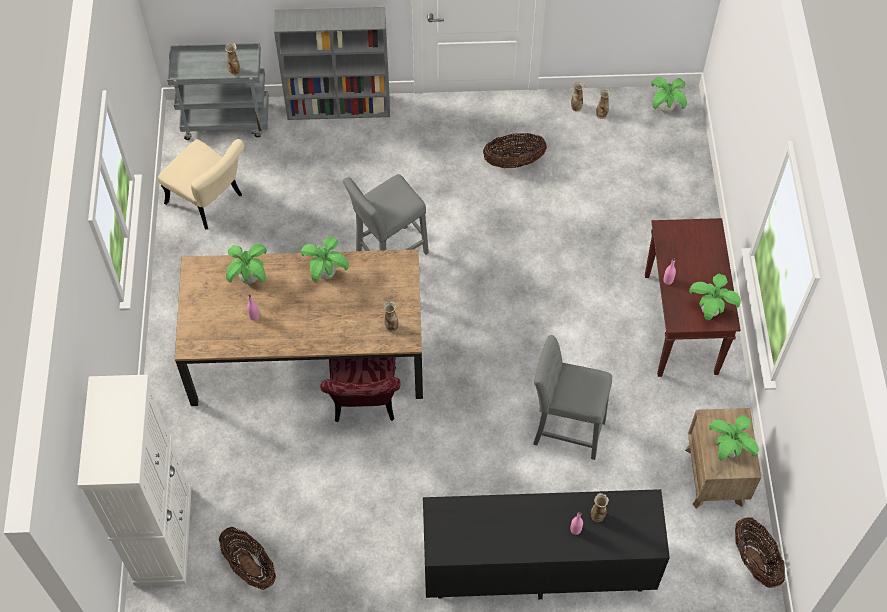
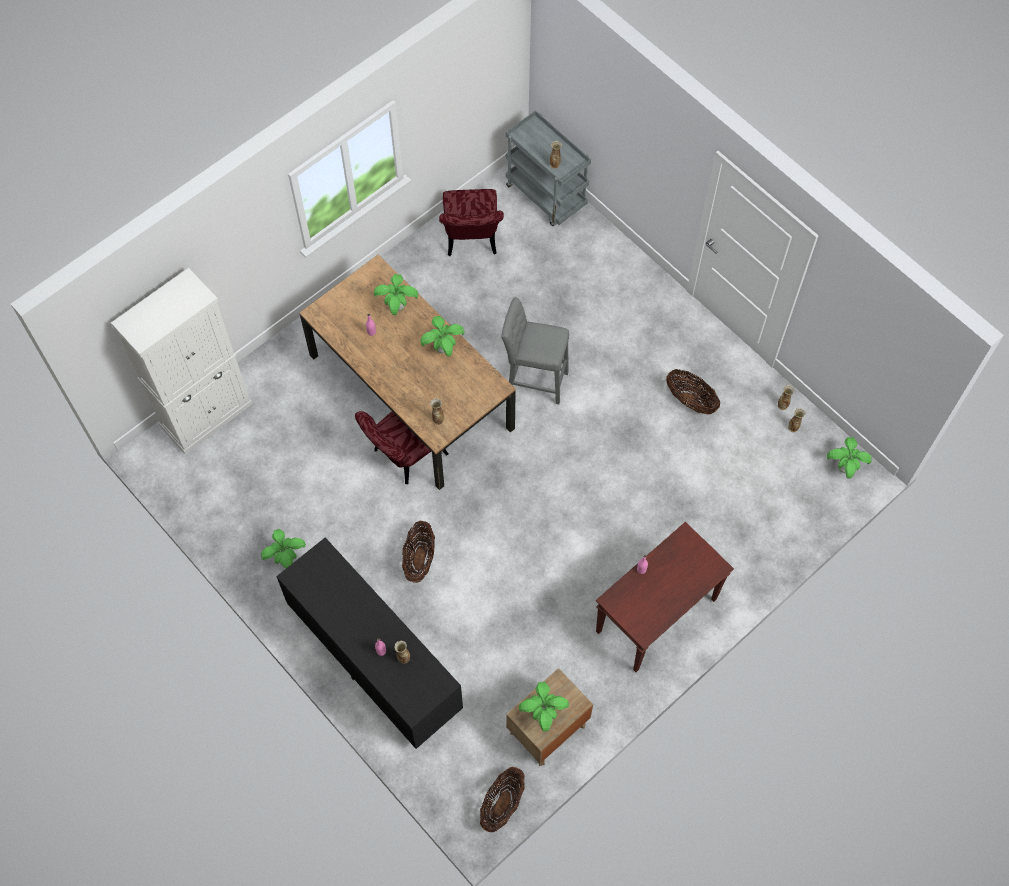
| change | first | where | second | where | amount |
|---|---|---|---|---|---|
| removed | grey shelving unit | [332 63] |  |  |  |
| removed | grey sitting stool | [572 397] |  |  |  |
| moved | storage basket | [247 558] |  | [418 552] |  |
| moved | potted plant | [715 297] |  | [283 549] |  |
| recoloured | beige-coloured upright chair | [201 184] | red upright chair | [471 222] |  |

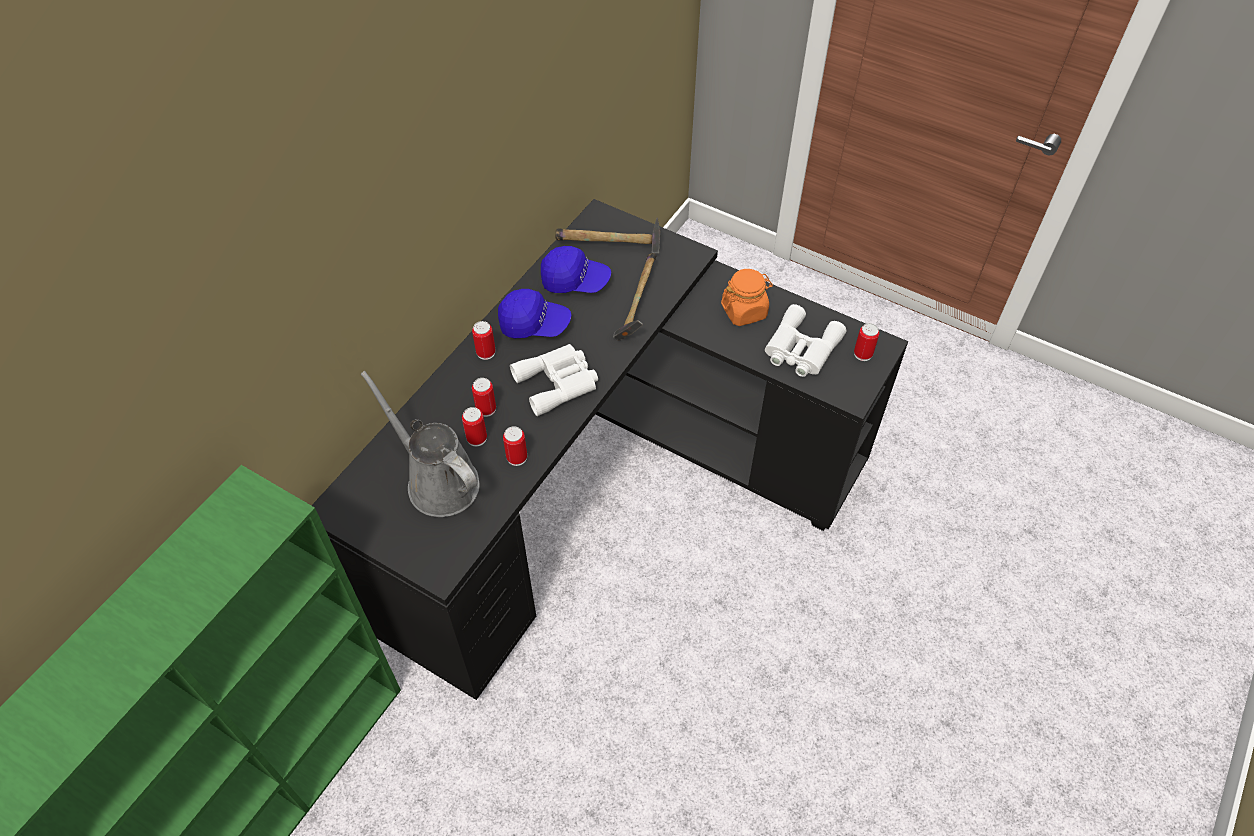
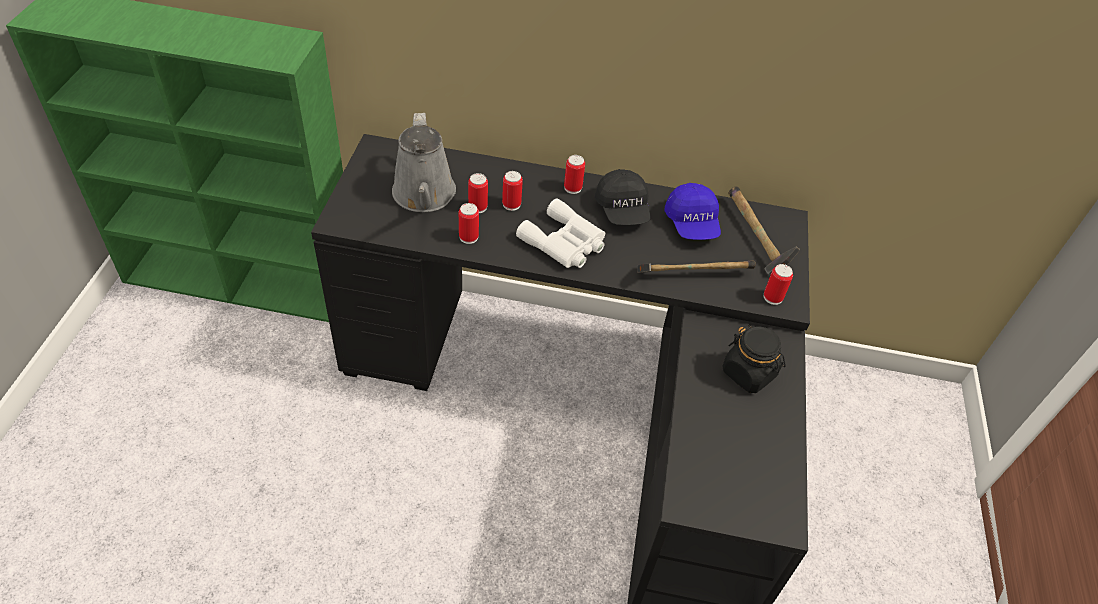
| change | first | where | second | where | amount |
|---|---|---|---|---|---|
| removed | whitish pair of binoculars | [805 340] |  |  |  |
| moved | metal can | [866 342] |  | [778 284] |  |
| recoloured | blue peaked cap | [534 314] | blackish peaked cap | [622 197] |  |
| recoloured | orangey preserve jar | [747 297] | blackish preserve jar | [754 359] |  |
| turned | grey watering can | [420 444] |  | [424 162] | 150 degrees clockwise |

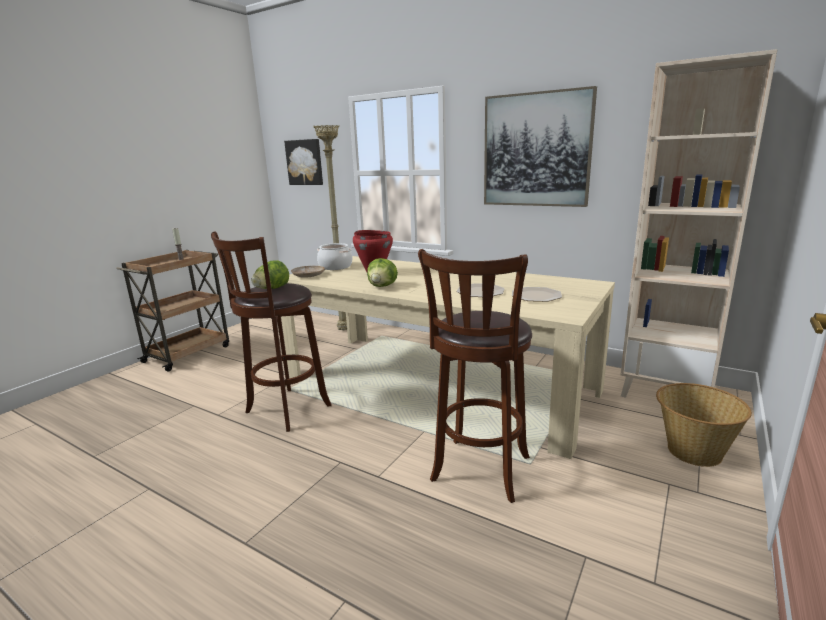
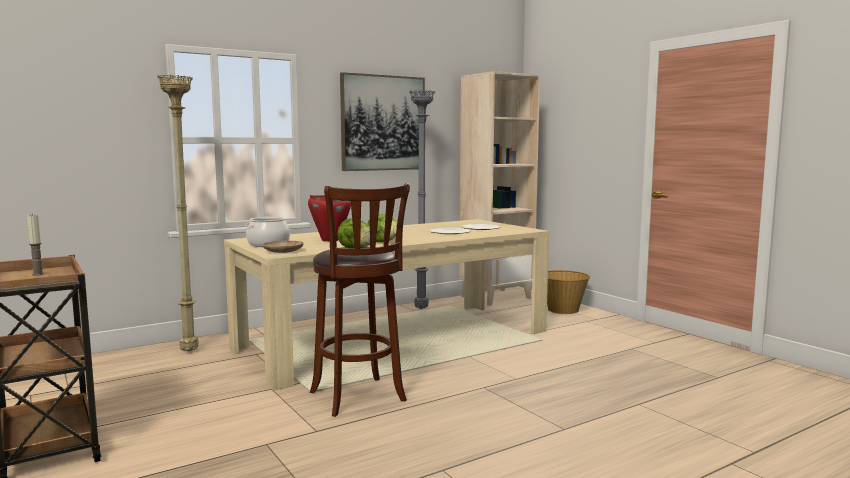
| change | first | where | second | where | amount |
|---|---|---|---|---|---|
| removed | wall picture | [303 162] |  |  |  |
| removed | brown-coloured sitting stool | [475 376] |  |  |  |
| added |  |  | grey standing lamp | [422 199] |  |

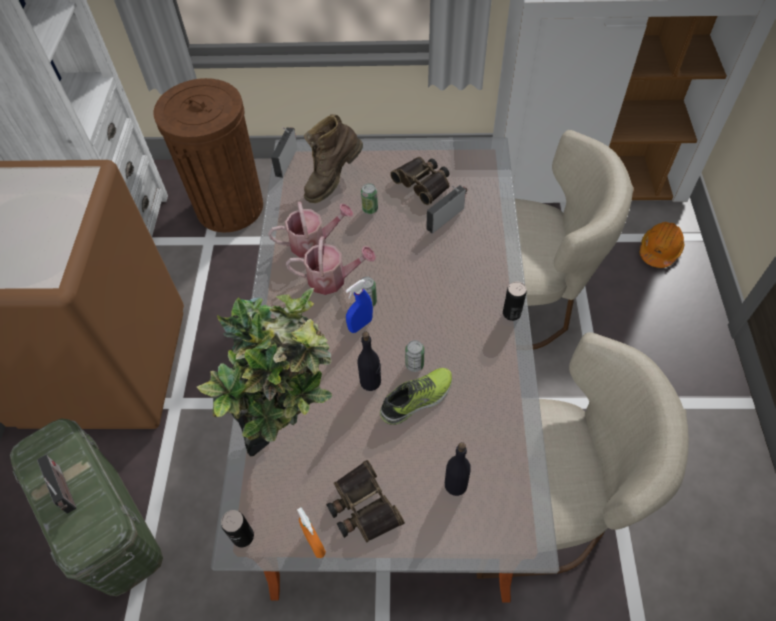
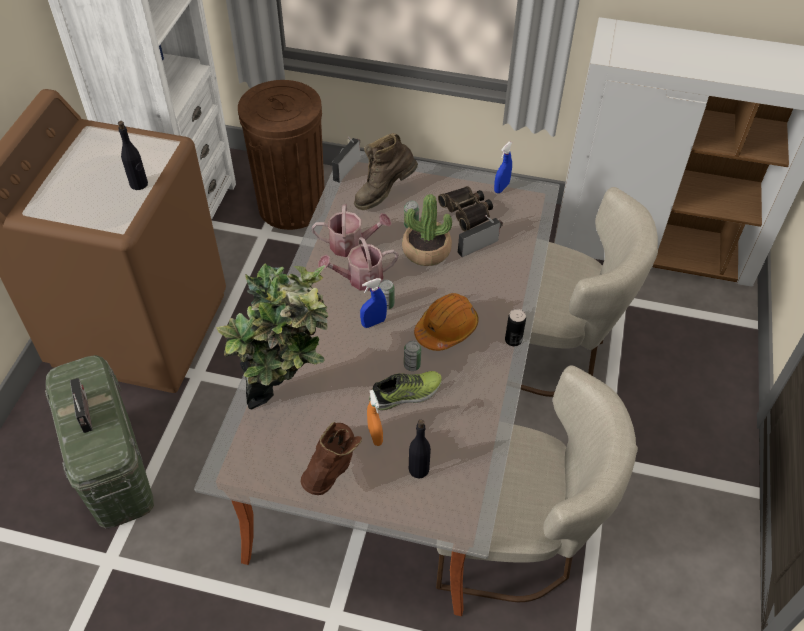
| change | first | where | second | where | amount |
|---|---|---|---|---|---|
| removed | metal can | [237 528] |  |  |  |
| added |  |  | potted plant | [427 230] |  |
| added |  |  | blue sprayer | [503 167] |  |
| moved | orangey sprayer | [311 532] |  | [375 418] |  |
| moved | blackish beverage bottle | [369 361] |  | [133 155] |  |
| moved | orangey work helmet | [662 245] |  | [446 322] |  |
| replaced | pair of binoculars | [365 501] | brown-coloured tall boot | [331 458] |  |
| turned | watering can | [331 266] |  | [358 264] | 150 degrees clockwise |

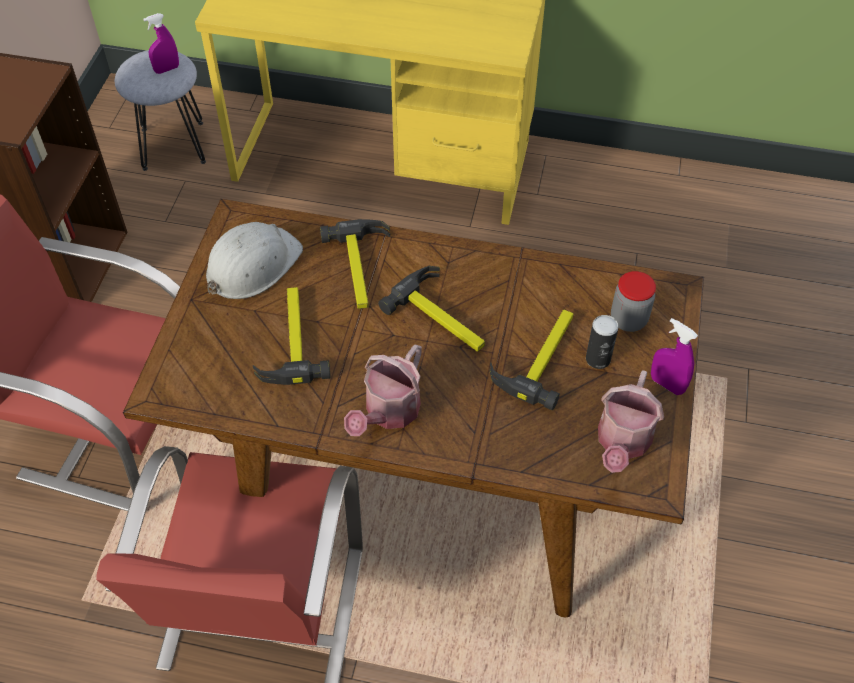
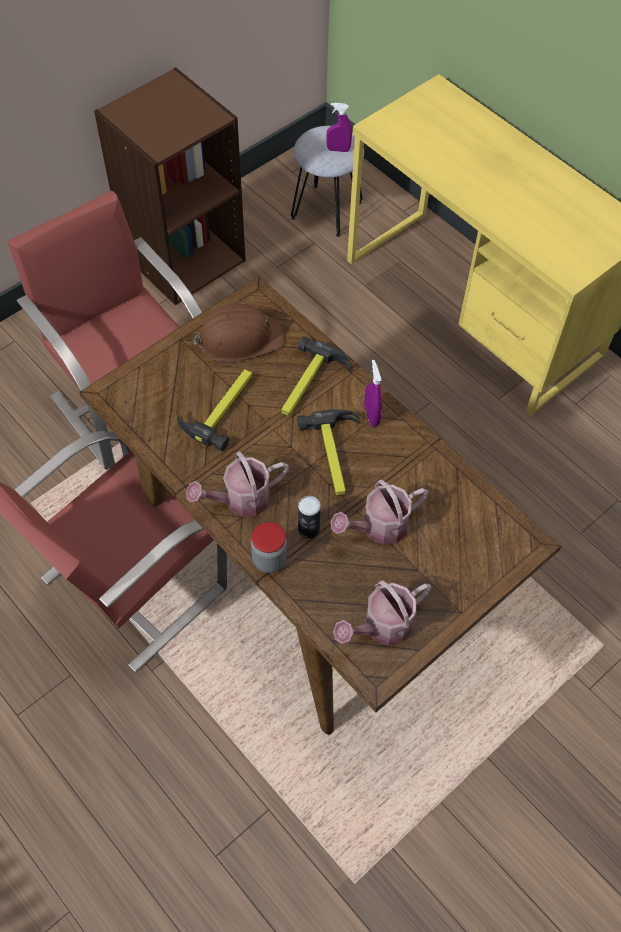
| change | first | where | second | where | amount |
|---|---|---|---|---|---|
| moved | metal can | [602 342] |  | [309 517] |  |
| moved | preserve jar | [633 301] |  | [269 547] |  |
| moved | purplish sprayer | [674 356] |  | [373 393] |  |
| replaced | hand hammer | [531 360] | watering can | [379 512] |  |
| recoloured | whitish work helmet | [254 260] | brown-coloured work helmet | [238 333] |  |

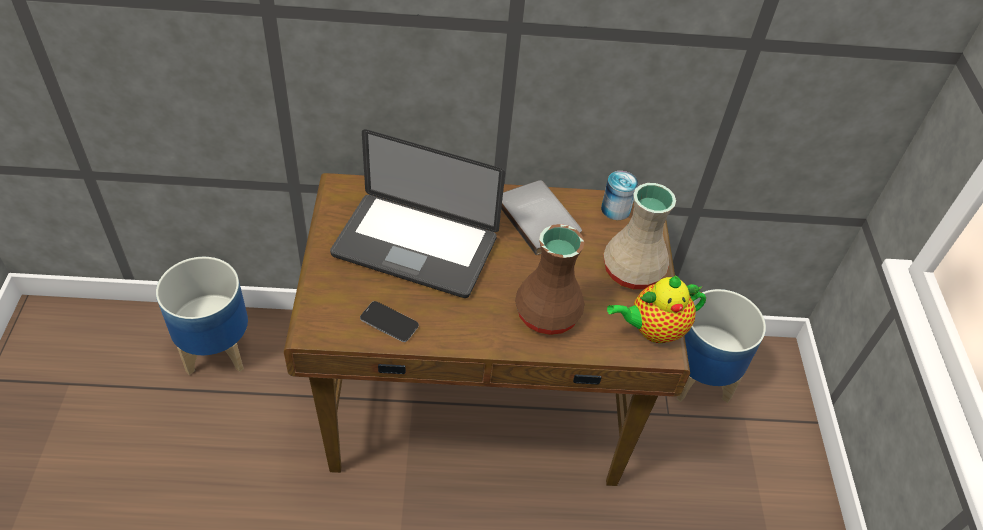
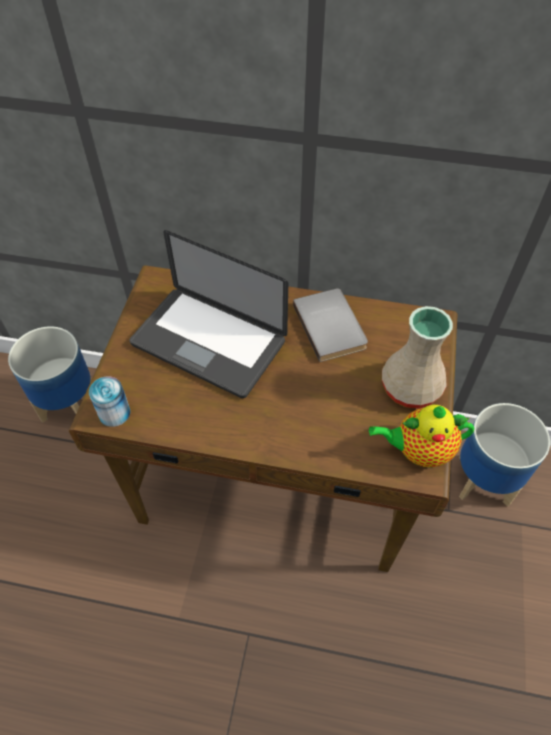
| change | first | where | second | where | amount |
|---|---|---|---|---|---|
| removed | handset | [389 321] |  |  |  |
| removed | brown-coloured decorative vase | [550 279] |  |  |  |
| moved | metal can | [619 195] |  | [109 401] |  |

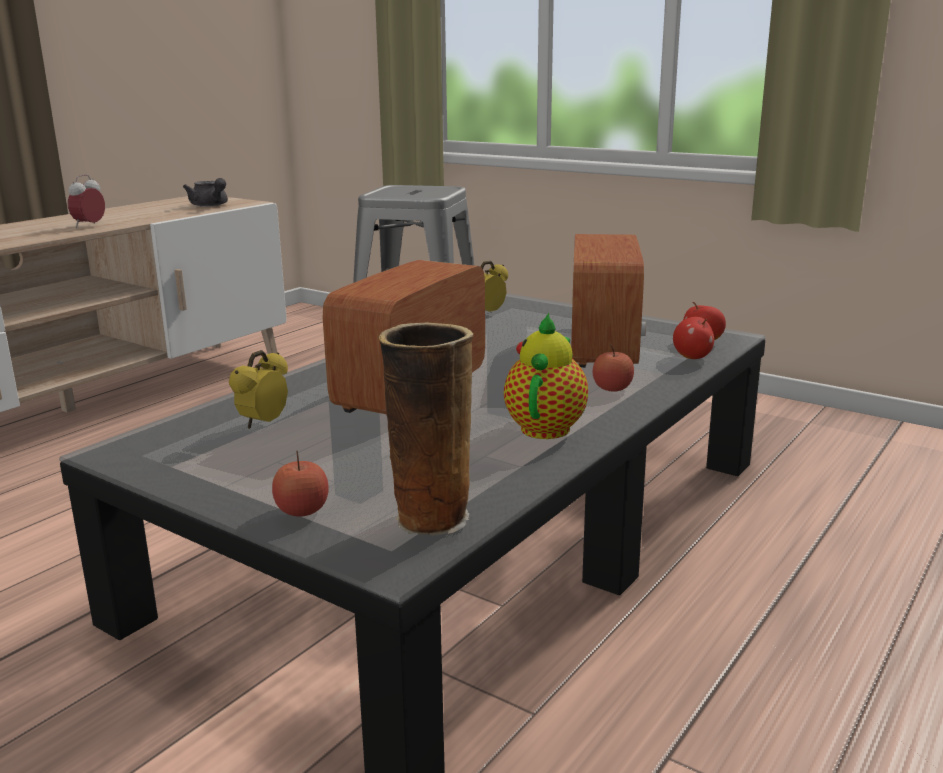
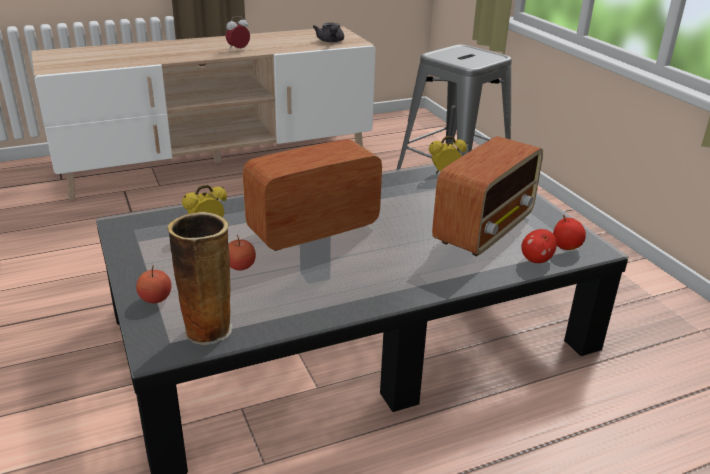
| change | first | where | second | where | amount |
|---|---|---|---|---|---|
| removed | pot for tea | [546 376] |  |  |  |
| moved | apple fruit | [613 368] |  | [242 252] |  |

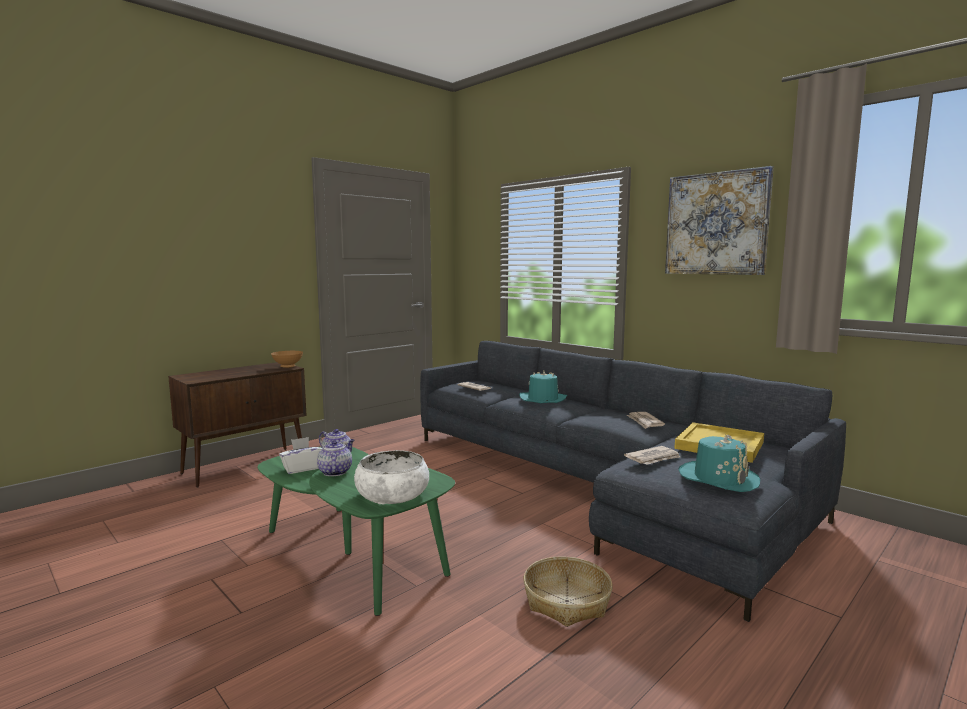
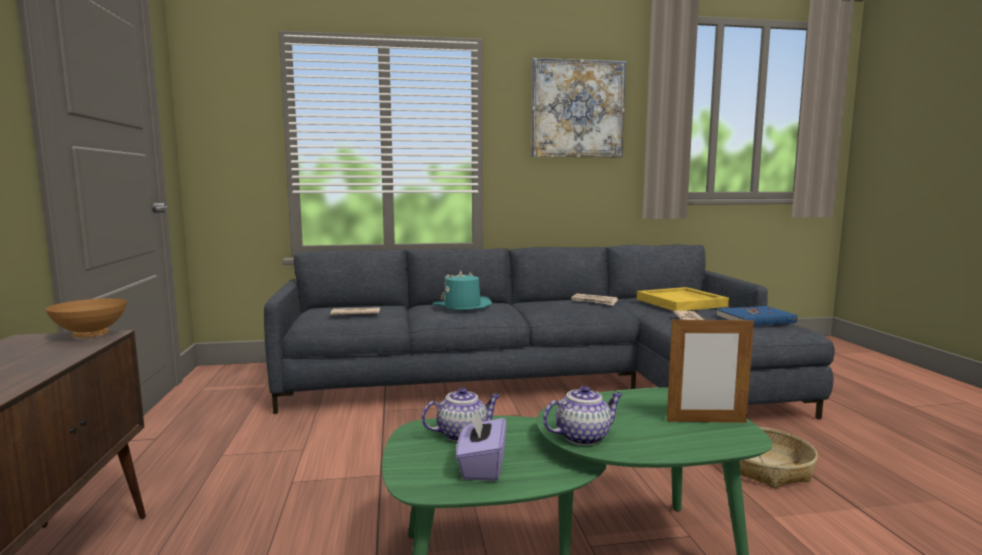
| change | first | where | second | where | amount |
|---|---|---|---|---|---|
| replaced | whitish deep dish | [391 477] | photo frame | [710 369] |  |
| replaced | turquoise wearable hat | [719 463] | blue book | [757 316] |  |
| recoloured | whitish box of tissues | [301 455] | purplish box of tissues | [481 444] |  |
| turned | pot for tea | [334 458] |  | [583 415] | 135 degrees clockwise |

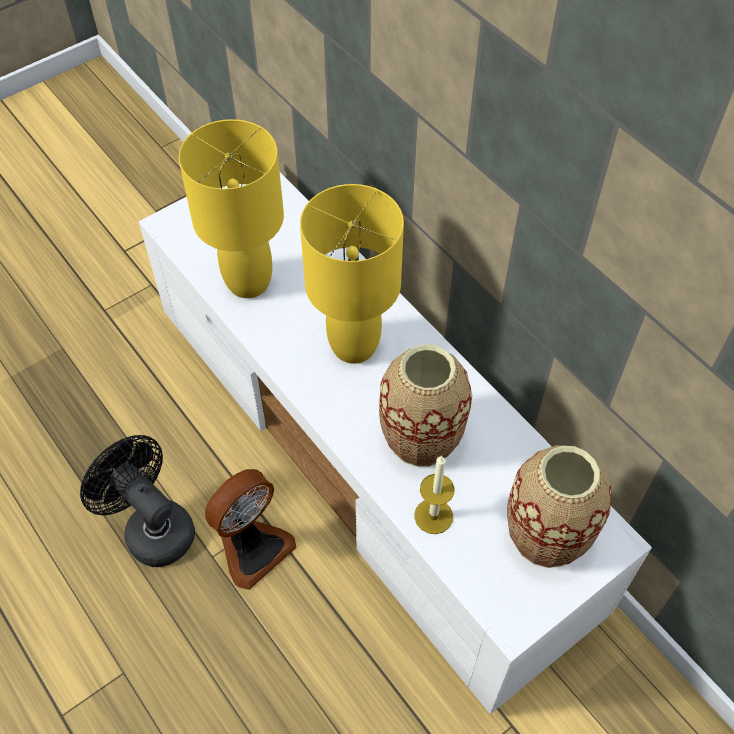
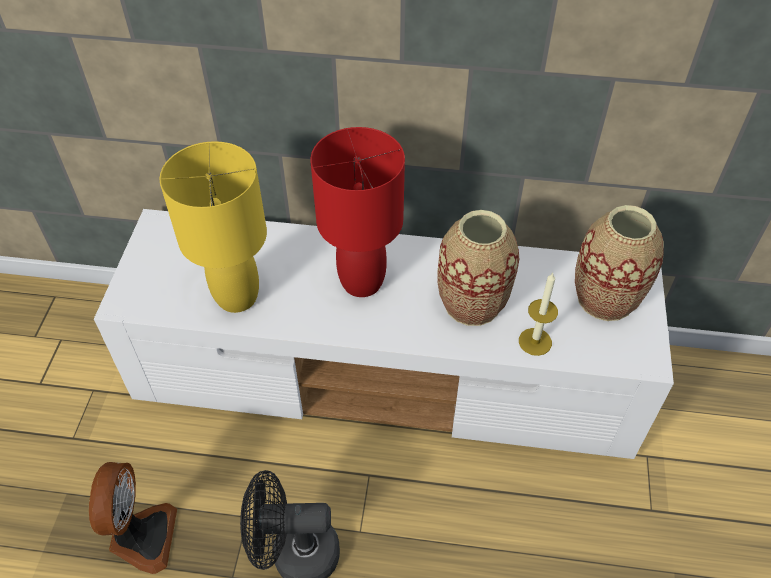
| change | first | where | second | where | amount |
|---|---|---|---|---|---|
| moved | electric fan | [251 529] |  | [133 518] |  |
| recoloured | yellow table lamp | [352 274] | red table lamp | [358 212] |  |

